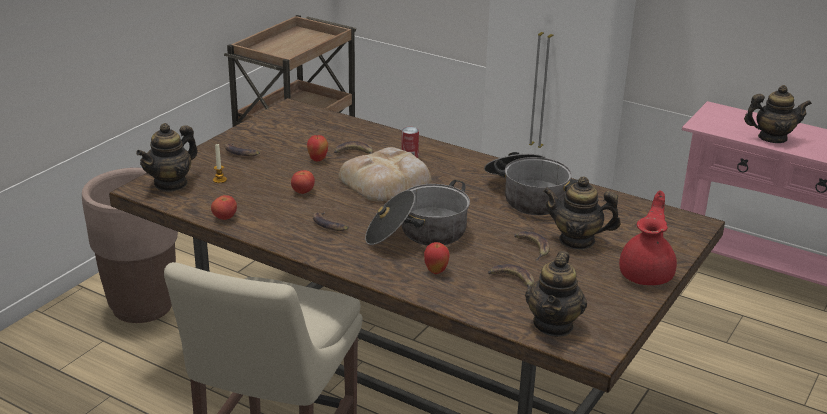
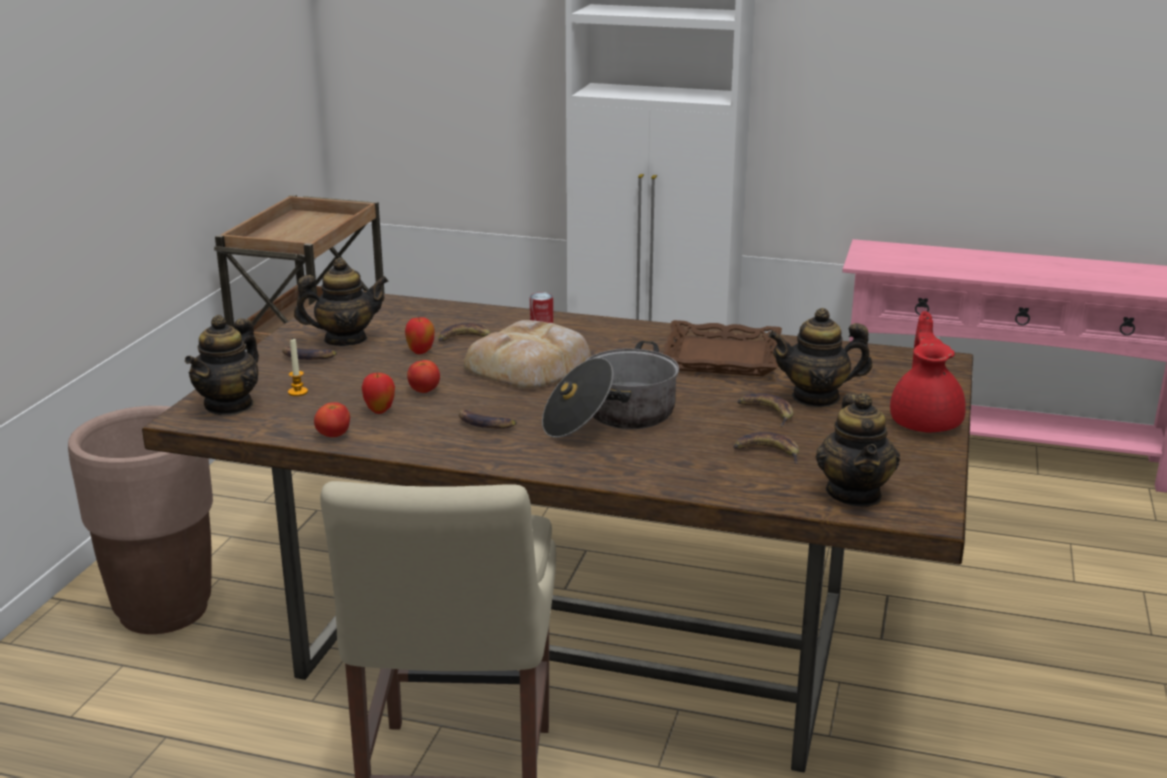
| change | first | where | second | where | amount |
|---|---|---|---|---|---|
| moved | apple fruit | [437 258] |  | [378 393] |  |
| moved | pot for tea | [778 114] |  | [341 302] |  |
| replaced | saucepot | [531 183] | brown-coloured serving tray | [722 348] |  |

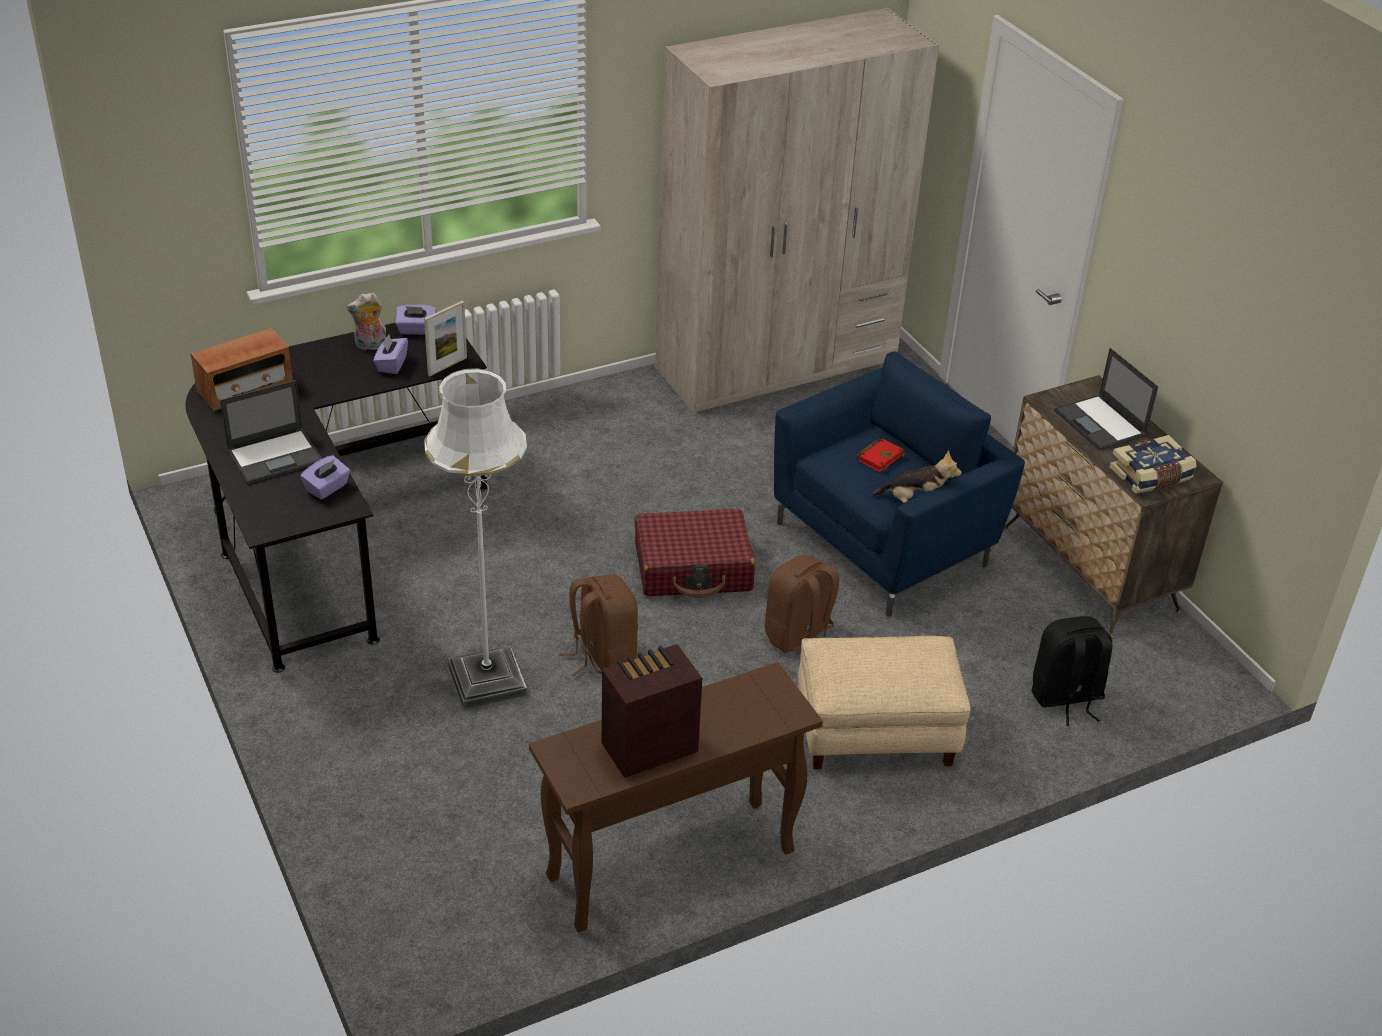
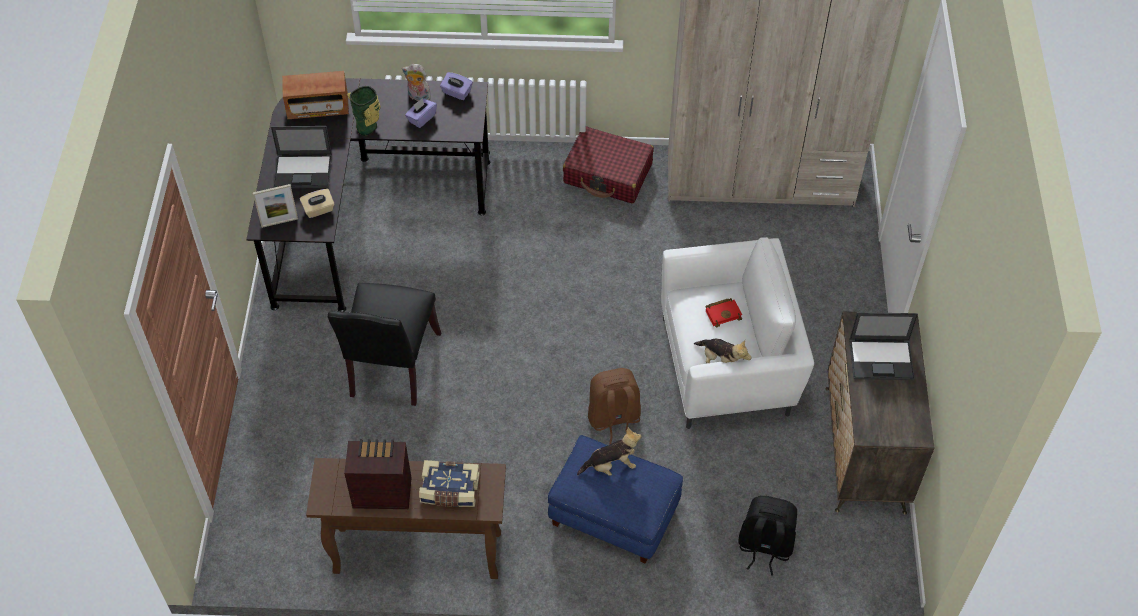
| change | first | where | second | where | amount |
|---|---|---|---|---|---|
| removed | brown-coloured backpack | [599 625] |  |  |  |
| added |  |  | decorative vase | [363 111] |  |
| added |  |  | plush toy | [609 451] |  |
| moved | photo frame | [445 338] |  | [275 206] |  |
| moved | red suitcase | [695 553] |  | [608 164] |  |
| moved | book | [1153 464] |  | [449 483] |  |
| replaced | whitish standing lamp | [475 538] | blackish upright chair | [384 344] |  |
| recoloured | purplish box of tissues | [325 477] | beige-coloured box of tissues | [317 203] |  |
| recoloured | blue armchair | [899 484] | whitish armchair | [737 333] |  |
| recoloured | beige-coloured ottoman | [884 702] | blue ottoman | [615 499] |  |
| turned | notebook computer | [1106 399] |  | [883 346] | 90 degrees counterclockwise |

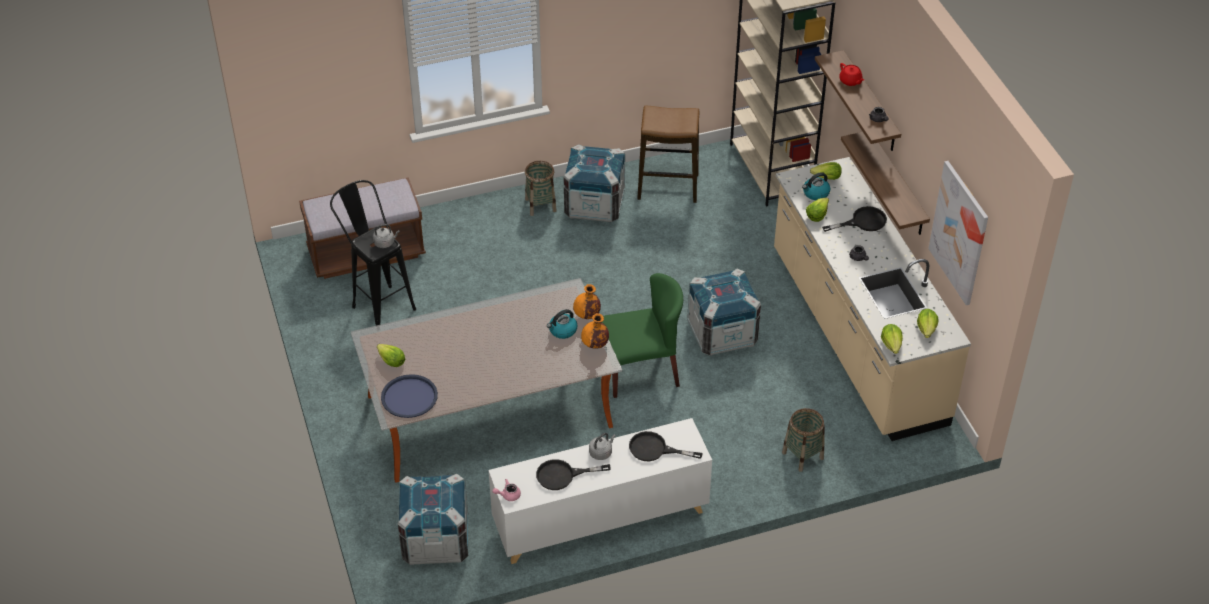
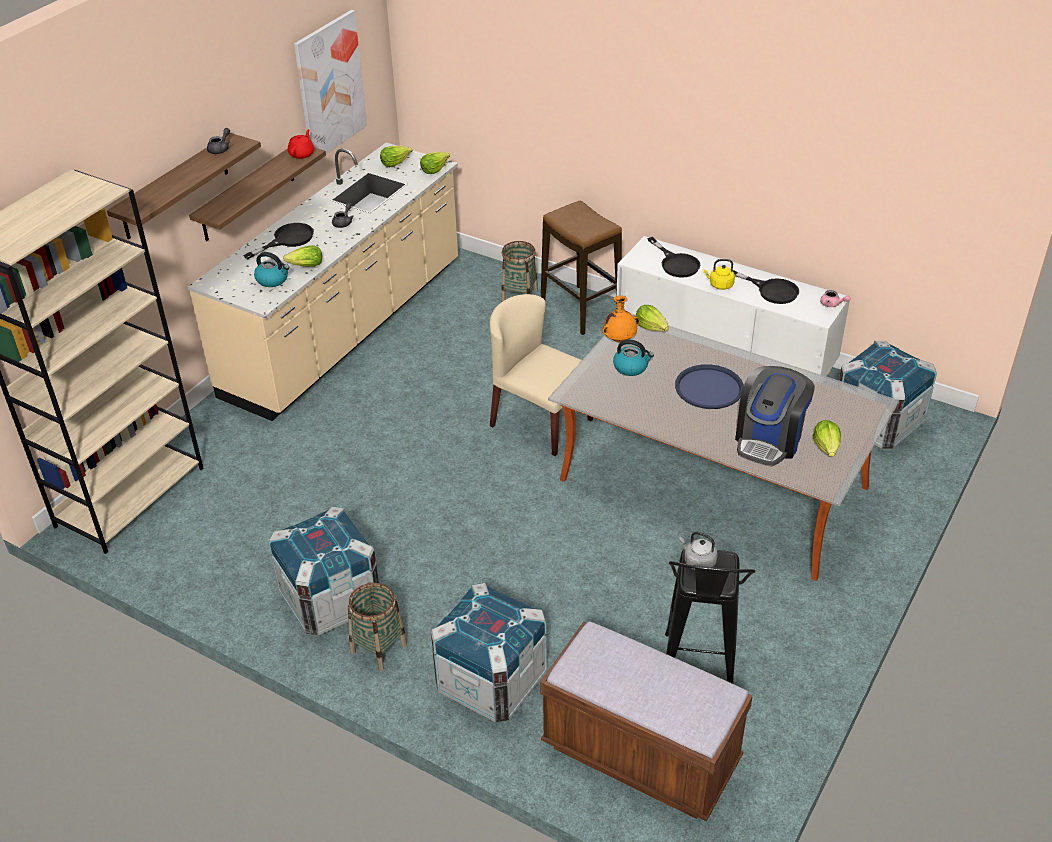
| change | first | where | second | where | amount |
|---|---|---|---|---|---|
| removed | orangey decorative vase | [587 301] |  |  |  |
| added |  |  | coffee maker | [775 416] |  |
| moved | blue serving tray | [409 396] |  | [709 386] |  |
| moved | sitting stool | [668 154] |  | [581 267] |  |
| moved | packing crate | [724 312] |  | [489 653] |  |
| moved | lettuce head | [826 171] |  | [652 318] |  |
| moved | red pot for tea | [851 74] |  | [301 144] |  |
| recoloured | grey water kettle | [602 446] | yellow water kettle | [719 274] |  |
| recoloured | greenish upright chair | [642 335] | beige-coloured upright chair | [541 375] |  |
| turned | blackish pan | [854 219] |  | [278 241] | 105 degrees clockwise |

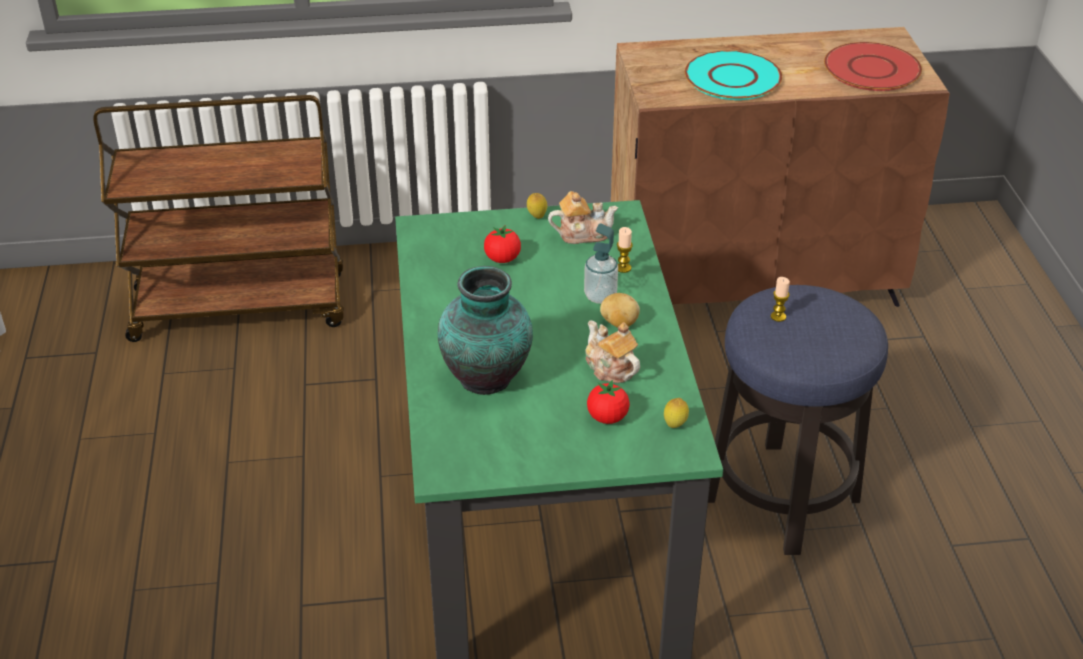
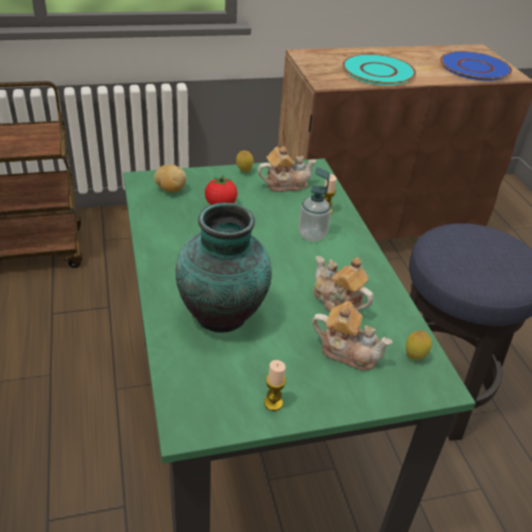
| change | first | where | second | where | amount |
|---|---|---|---|---|---|
| moved | whole potato | [620 310] |  | [170 178] |  |
| moved | wax candle | [780 299] |  | [275 385] |  |
| replaced | tomato | [608 402] | pot for tea | [352 335] |  |
| recoloured | red plate | [873 66] | blue plate | [476 66] |  |

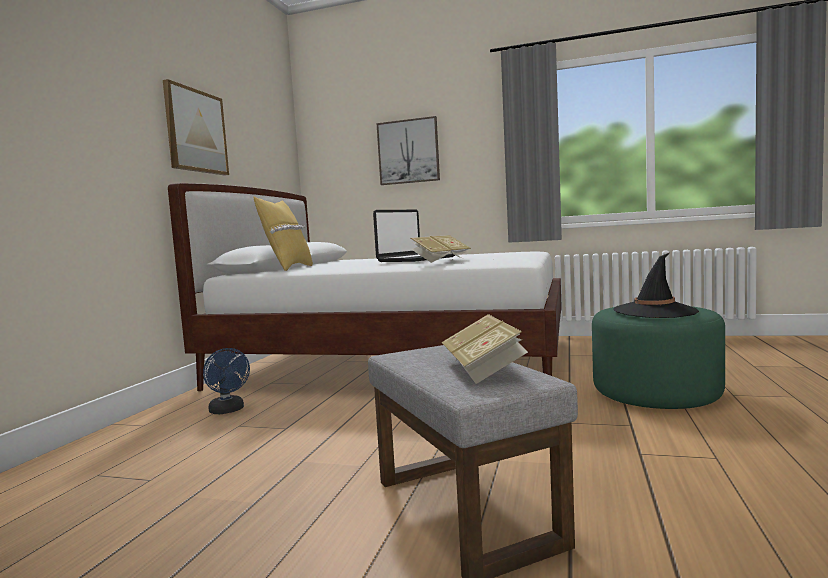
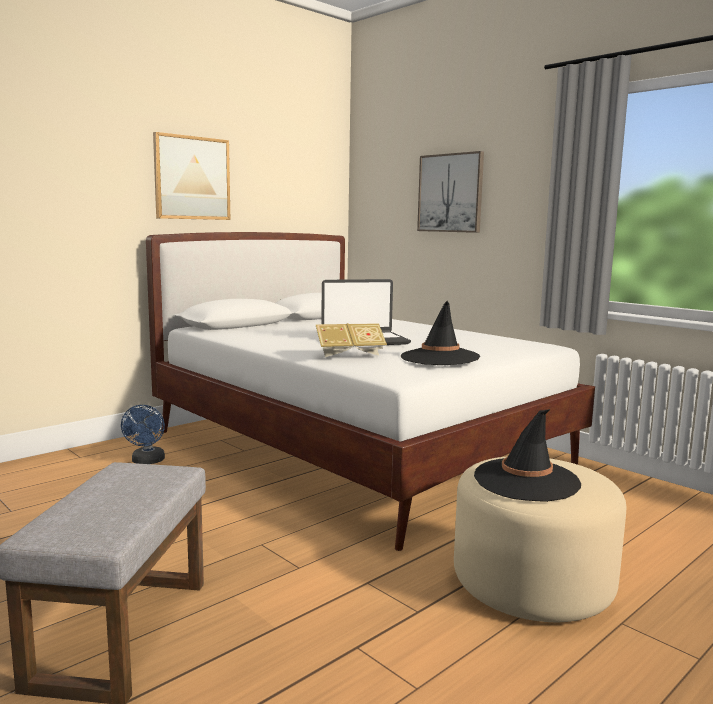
| change | first | where | second | where | amount |
|---|---|---|---|---|---|
| removed | yellow pillow | [283 233] |  |  |  |
| removed | book | [484 349] |  |  |  |
| added |  |  | blackish wearable hat | [440 333] |  |
| recoloured | greenish ottoman | [658 357] | beige-coloured ottoman | [540 539] |  |

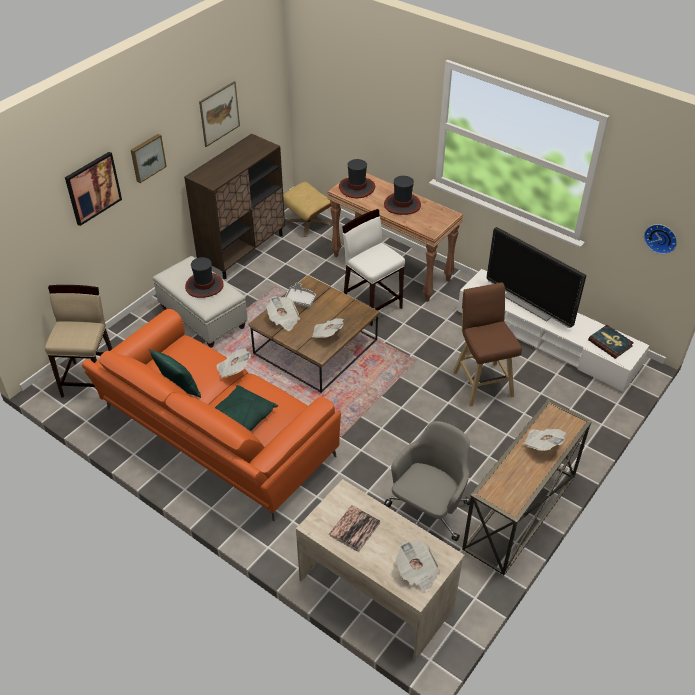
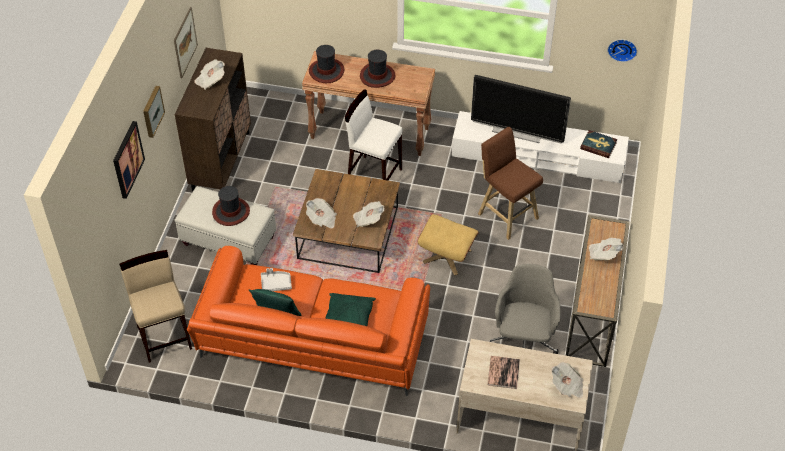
| change | first | where | second | where | amount |
|---|---|---|---|---|---|
| moved | newspaper | [233 363] |  | [209 74] |  |
| moved | beige-coloured ottoman | [307 209] |  | [448 245] |  |
| moved | grey serving tray | [300 295] |  | [276 279] |  |

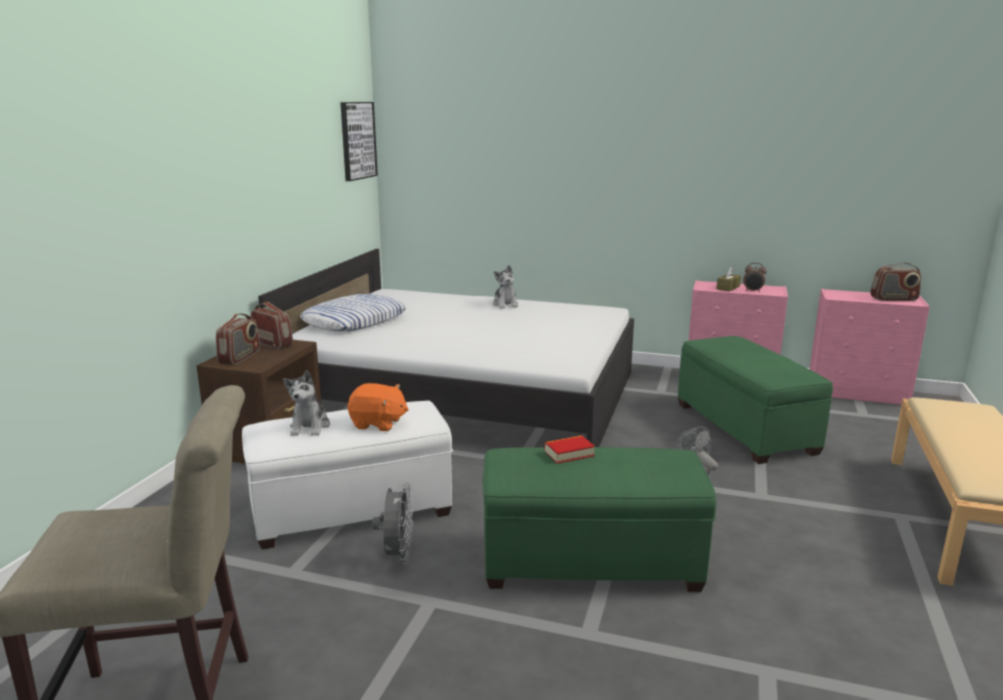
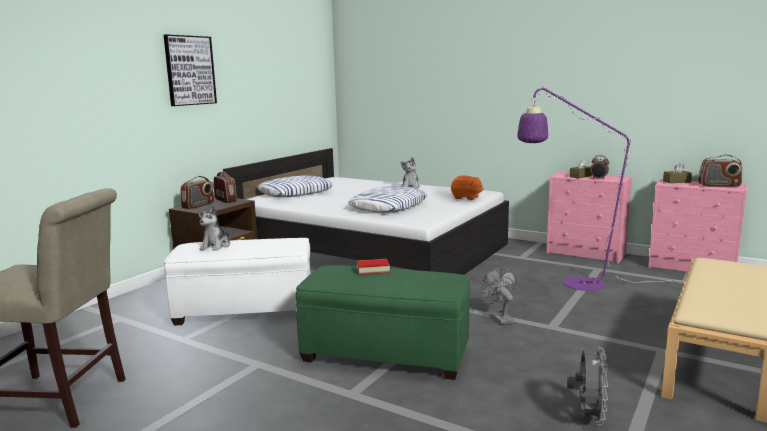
| change | first | where | second | where | amount |
|---|---|---|---|---|---|
| added |  |  | pillow | [387 199] |  |
| added |  |  | brown-coloured box of tissues | [677 173] |  |
| moved | wall picture | [359 141] |  | [190 70] |  |
| moved | orangey plush toy | [378 407] |  | [467 187] |  |
| moved | grey electric fan | [392 523] |  | [587 386] |  |
| replaced | greenish ottoman | [755 400] | purplish standing lamp | [601 188] |  |

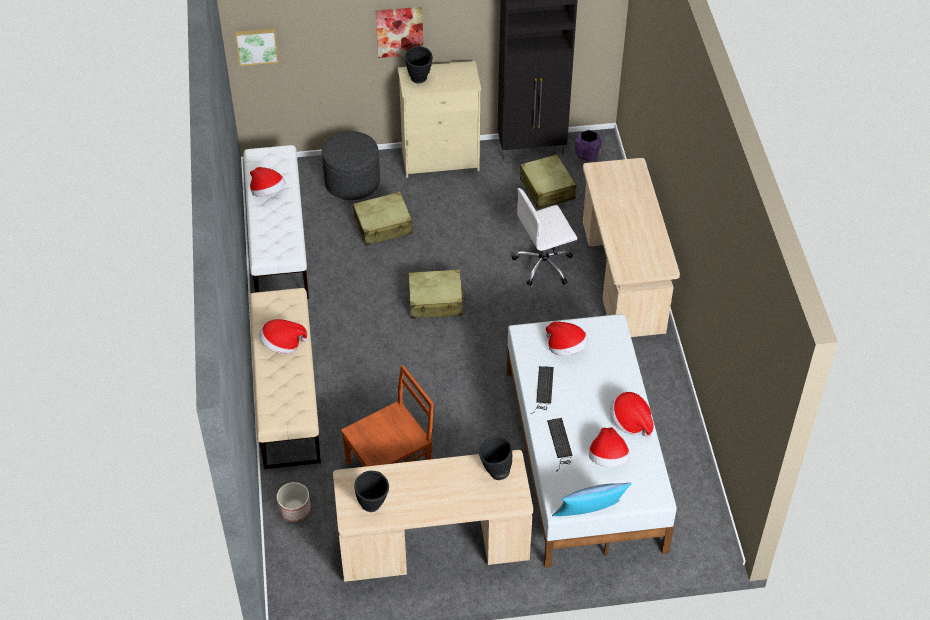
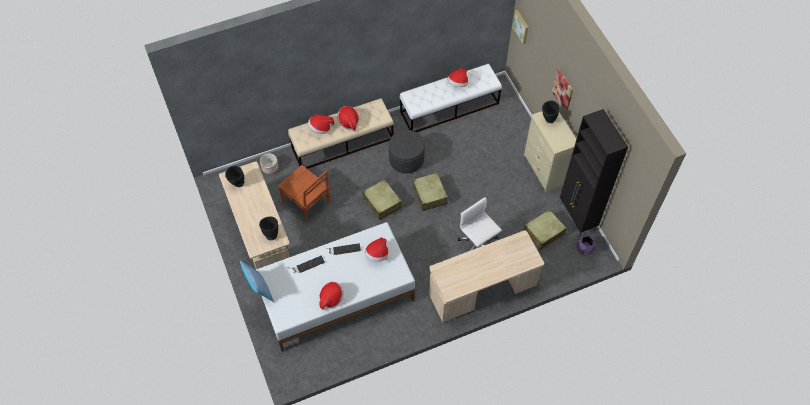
| change | first | where | second | where | amount |
|---|---|---|---|---|---|
| moved | grey ottoman | [351 165] |  | [407 152] |  |
| moved | beige-coloured suitcase | [383 219] |  | [382 199] |  |
| moved | wearable hat | [609 447] |  | [321 124] |  |

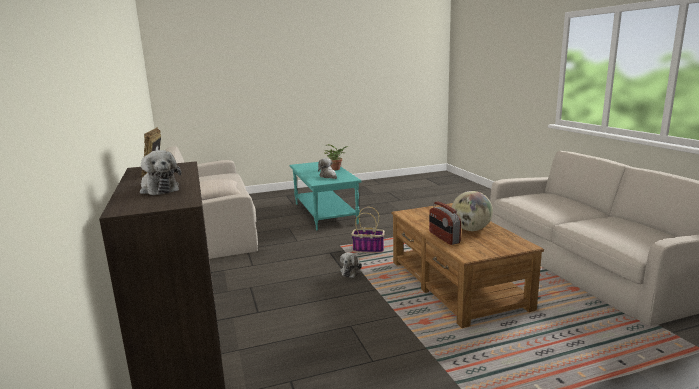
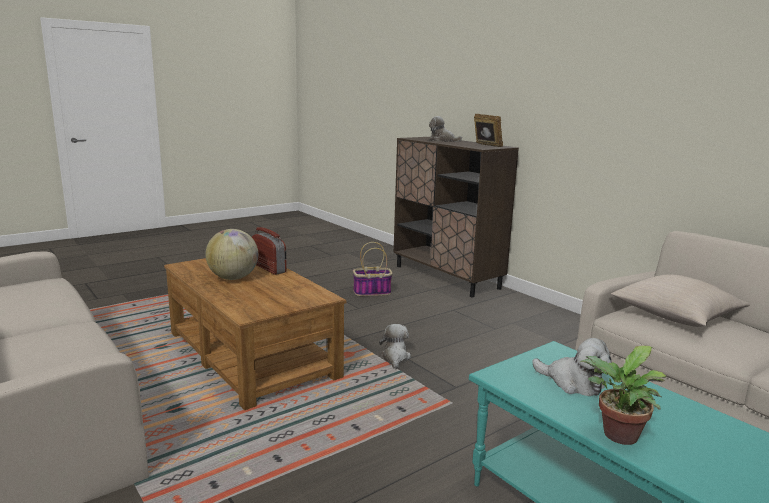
| change | first | where | second | where | amount |
|---|---|---|---|---|---|
| moved | storage basket | [368 230] |  | [373 269] |  |

